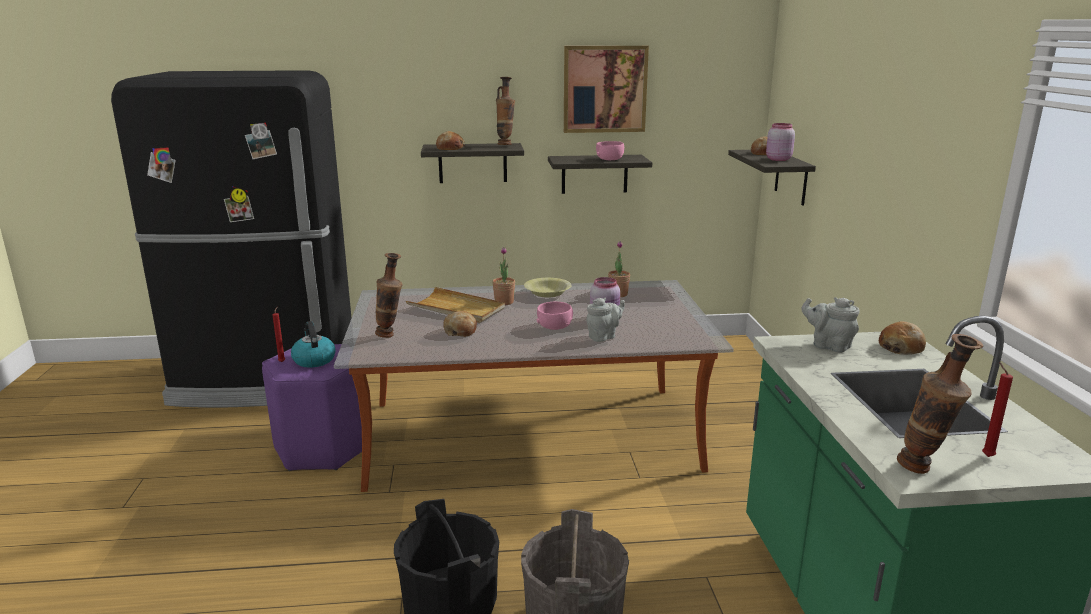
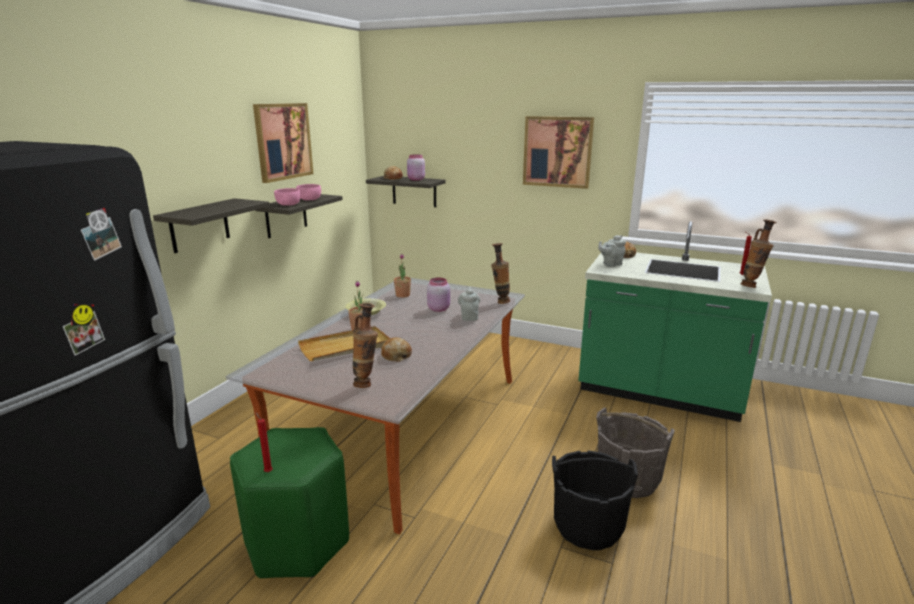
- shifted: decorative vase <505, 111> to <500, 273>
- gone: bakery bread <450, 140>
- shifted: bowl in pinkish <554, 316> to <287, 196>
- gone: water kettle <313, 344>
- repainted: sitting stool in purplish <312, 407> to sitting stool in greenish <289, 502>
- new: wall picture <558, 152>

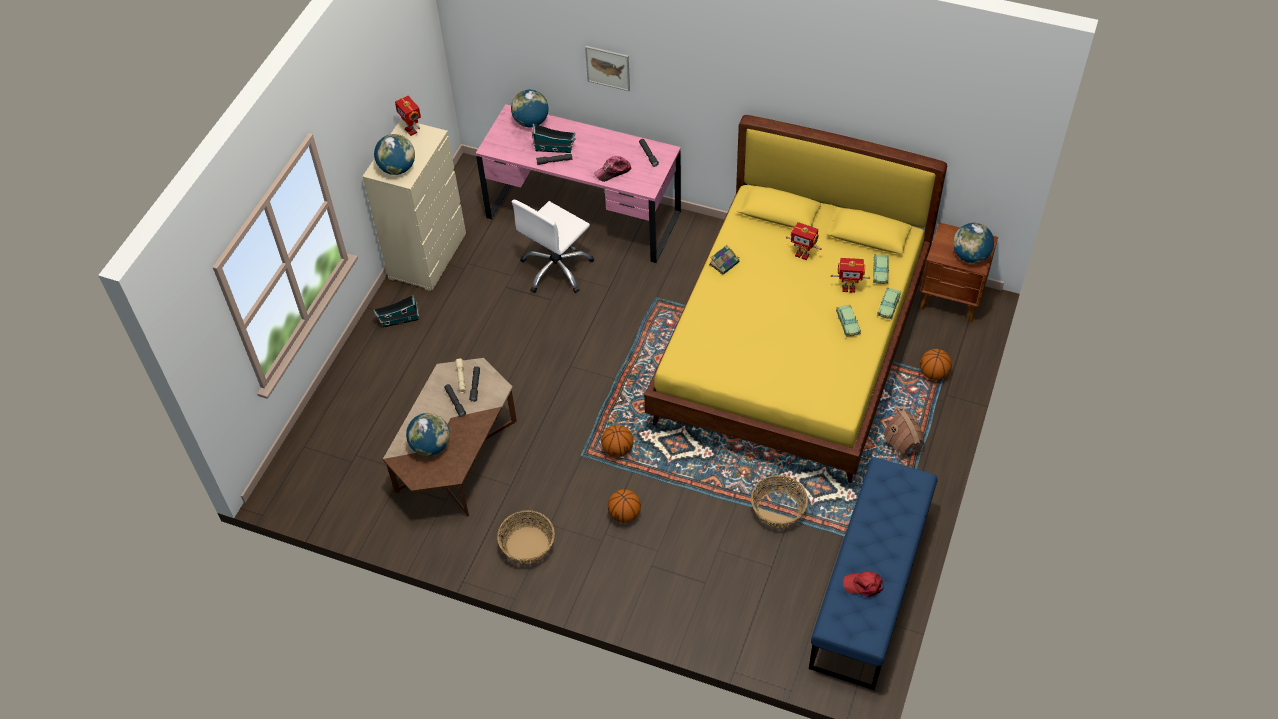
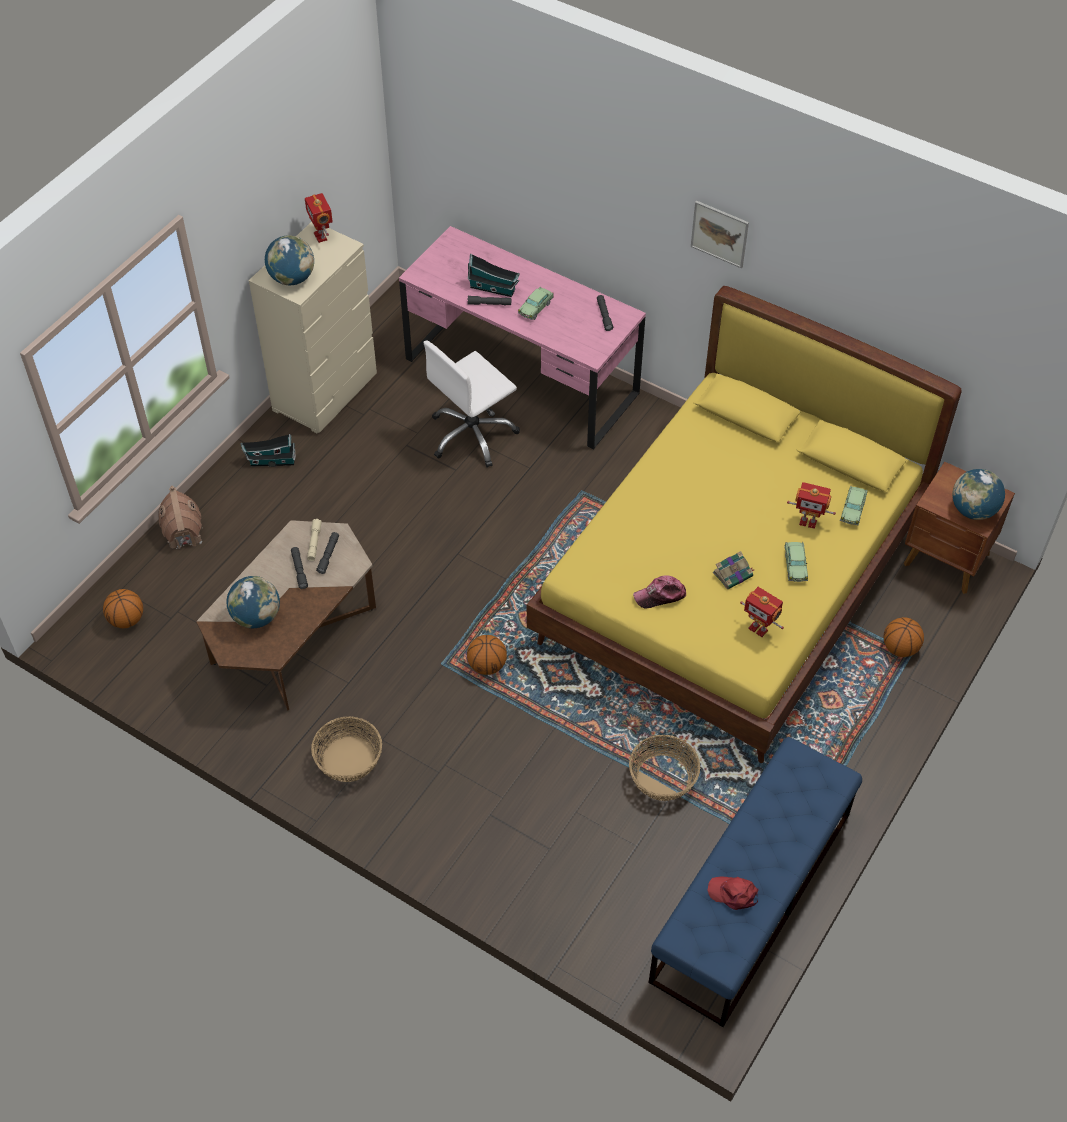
- shifted: wall picture <607, 68> to <720, 234>
- gone: world globe <529, 108>
- shifted: baseball cap <612, 169> to <659, 591>
- shifted: robot figure <804, 241> to <762, 612>
- shifted: volume <724, 260> to <733, 570>
- shifted: toy car <889, 303> to <536, 303>
- shifted: toy house <903, 432> to <180, 517>
- shifted: ball for basketball <624, 506> to <123, 608>

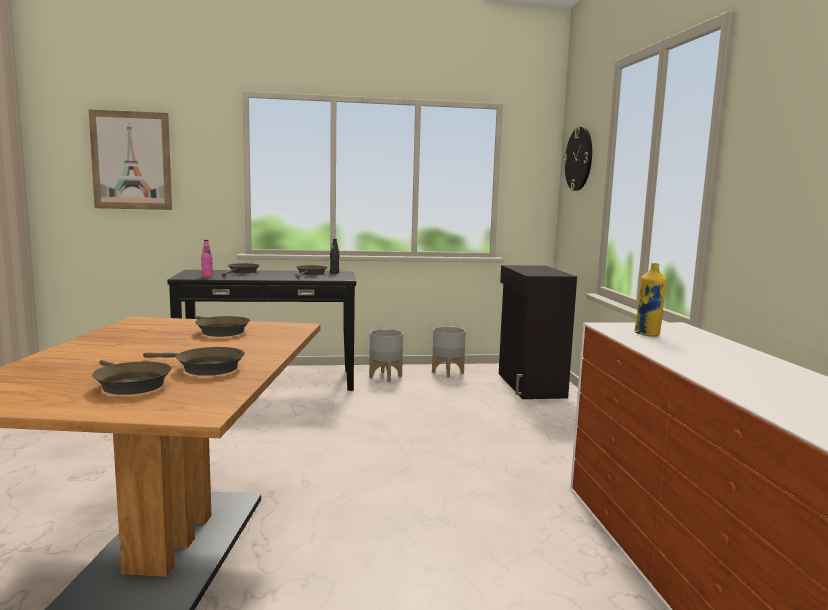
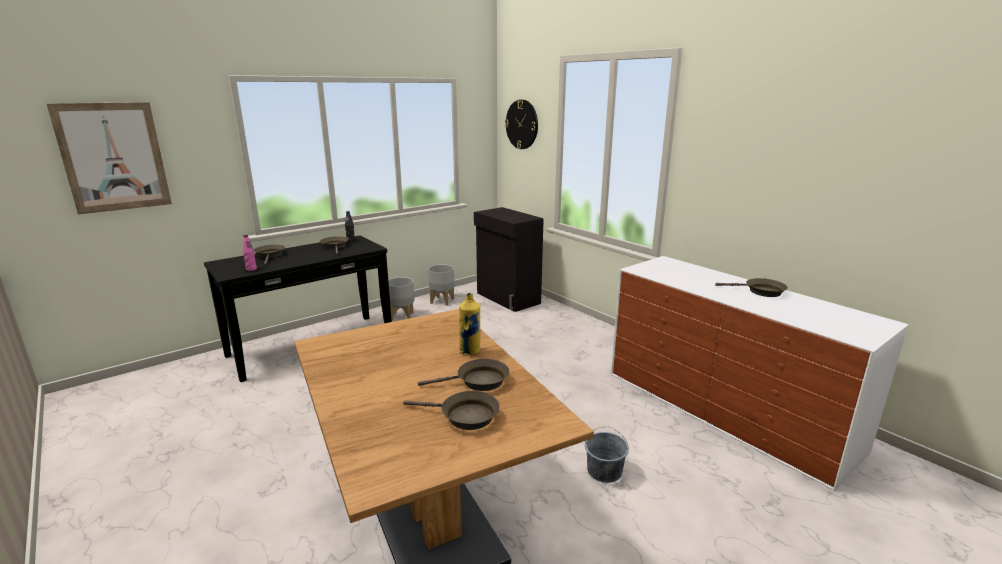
- shifted: bottle in yellowish <650, 300> to <469, 324>
- shifted: frying pan in brown-coloured <222, 326> to <751, 287>
- new: water bucket in greyish <607, 454>

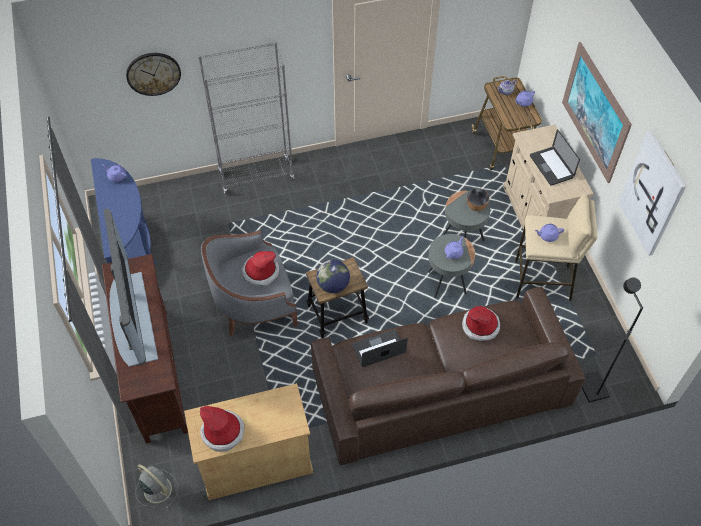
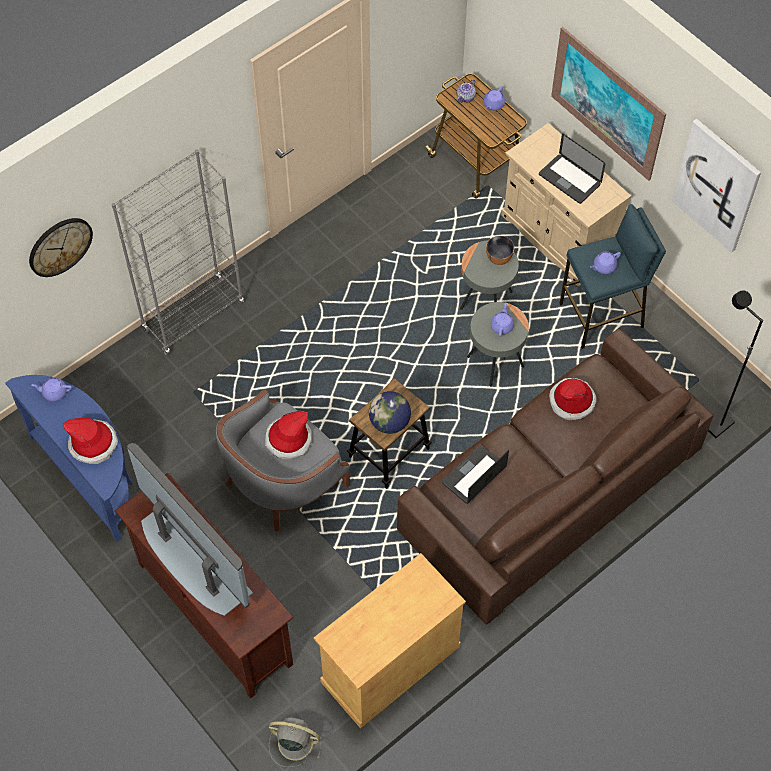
- repainted: sitting stool in sand-coloured <556, 247> to sitting stool in bluish <612, 276>
- shifted: wearable hat <222, 429> to <90, 441>

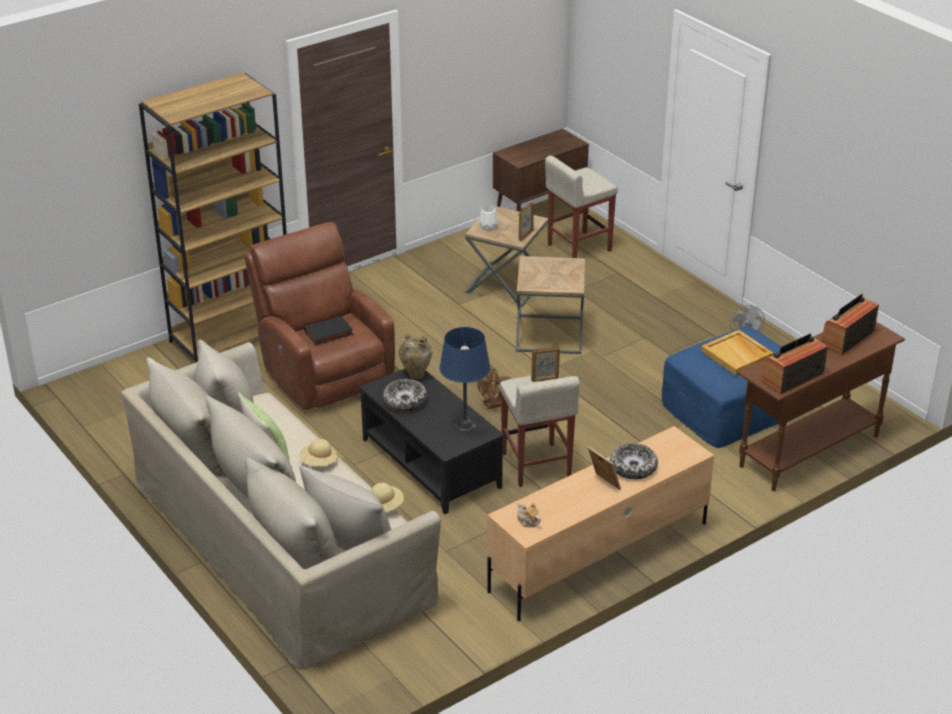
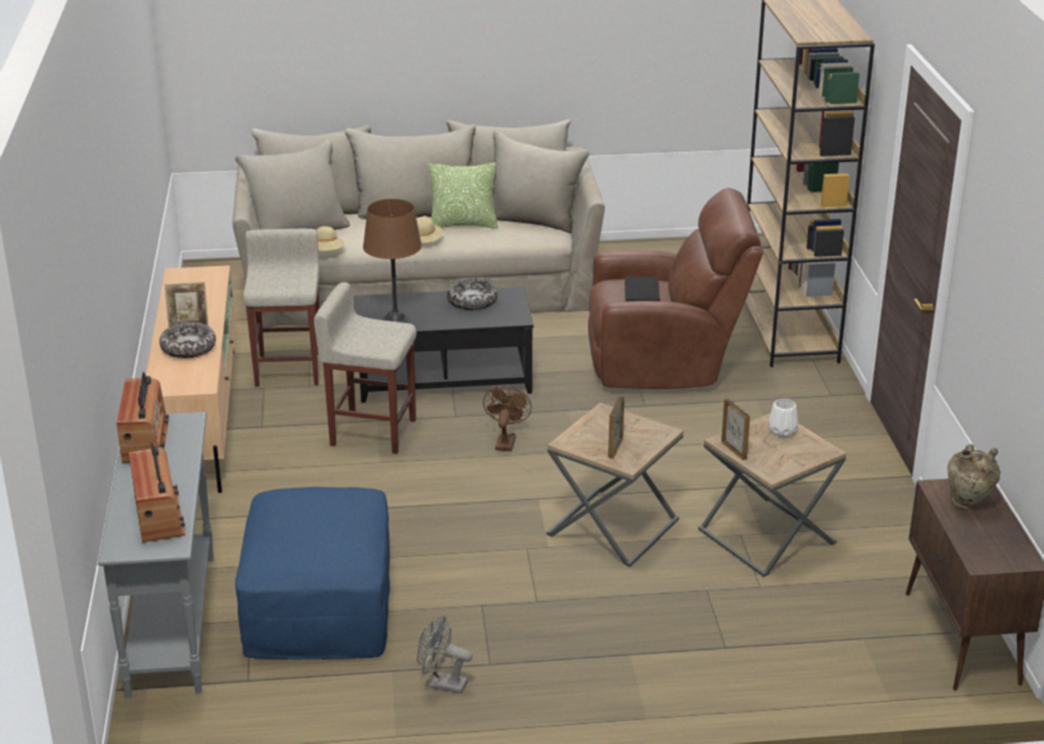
- shifted: sitting stool in sand-coloured <581, 206> to <281, 308>
- repainted: narrow table in brown-coloured <821, 406> to narrow table in greyish <156, 555>
- repainted: lamp for a table in bluish <464, 379> to lamp for a table in brown-coloured <392, 261>
- gone: serving tray in sand-coloured <737, 352>
- shifted: decorative vase in sand-coloured <416, 356> to <973, 477>
- shifted: standing frame <545, 364> to <616, 428>
- gone: teapot <529, 515>

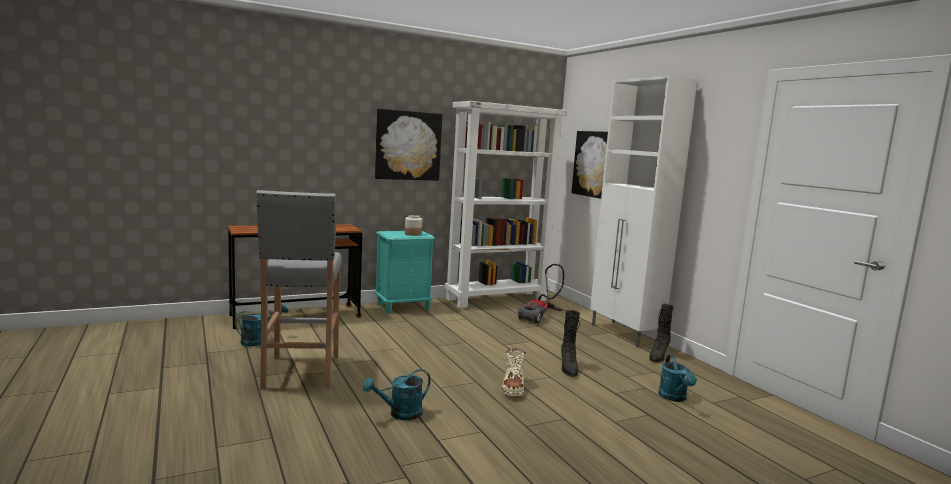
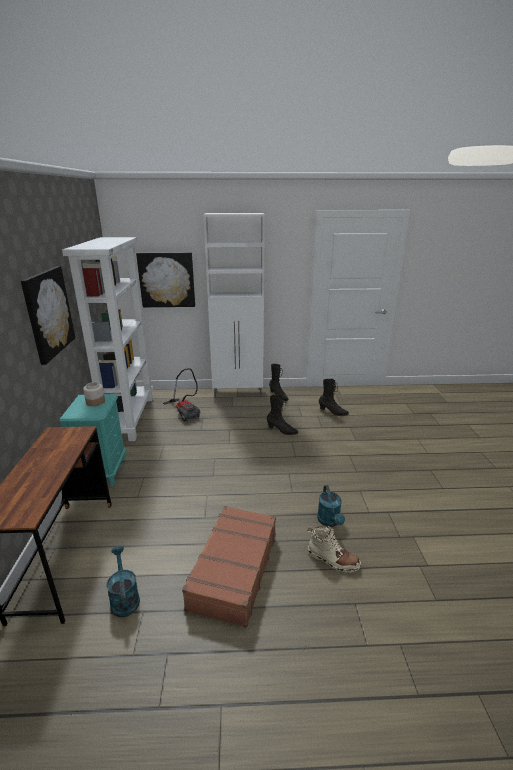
- swapped: sitting stool in greyish <299, 290> to suitcase in brown-coloured <229, 567>
- shifted: tall boot in sand-coloured <514, 372> to <334, 549>
- swapped: sprinkling can in turquoise <677, 378> to tall boot in blackish <334, 397>

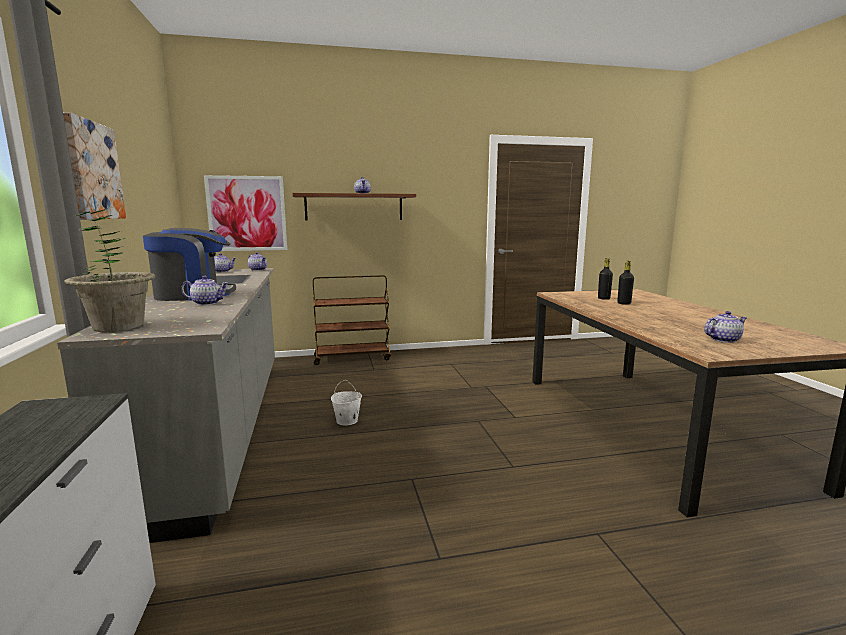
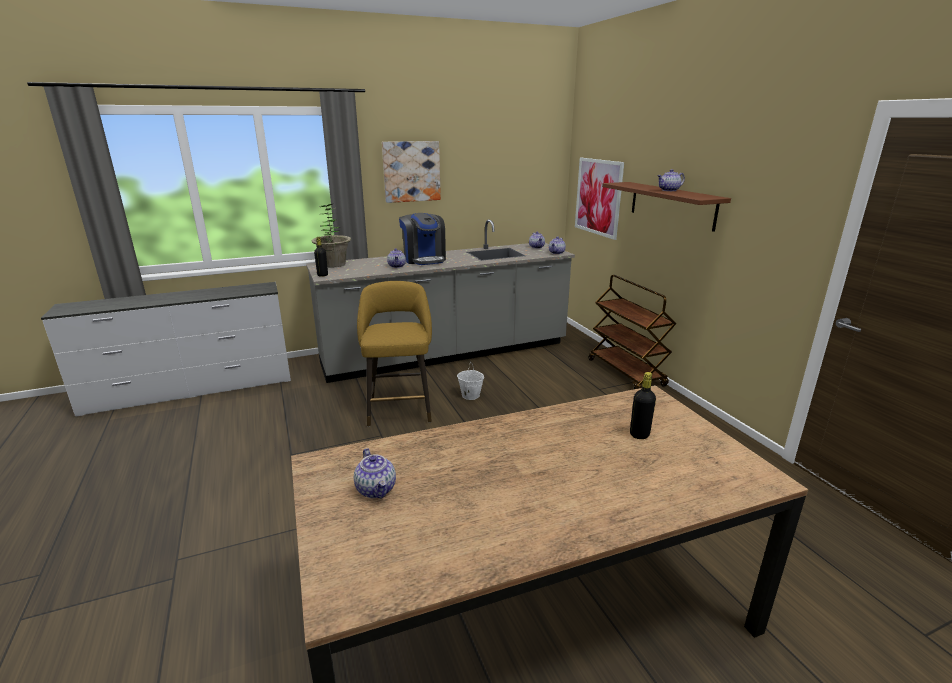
- shifted: bottle in blackish <625, 283> to <321, 257>
- new: sitting stool in yellowish <394, 354>

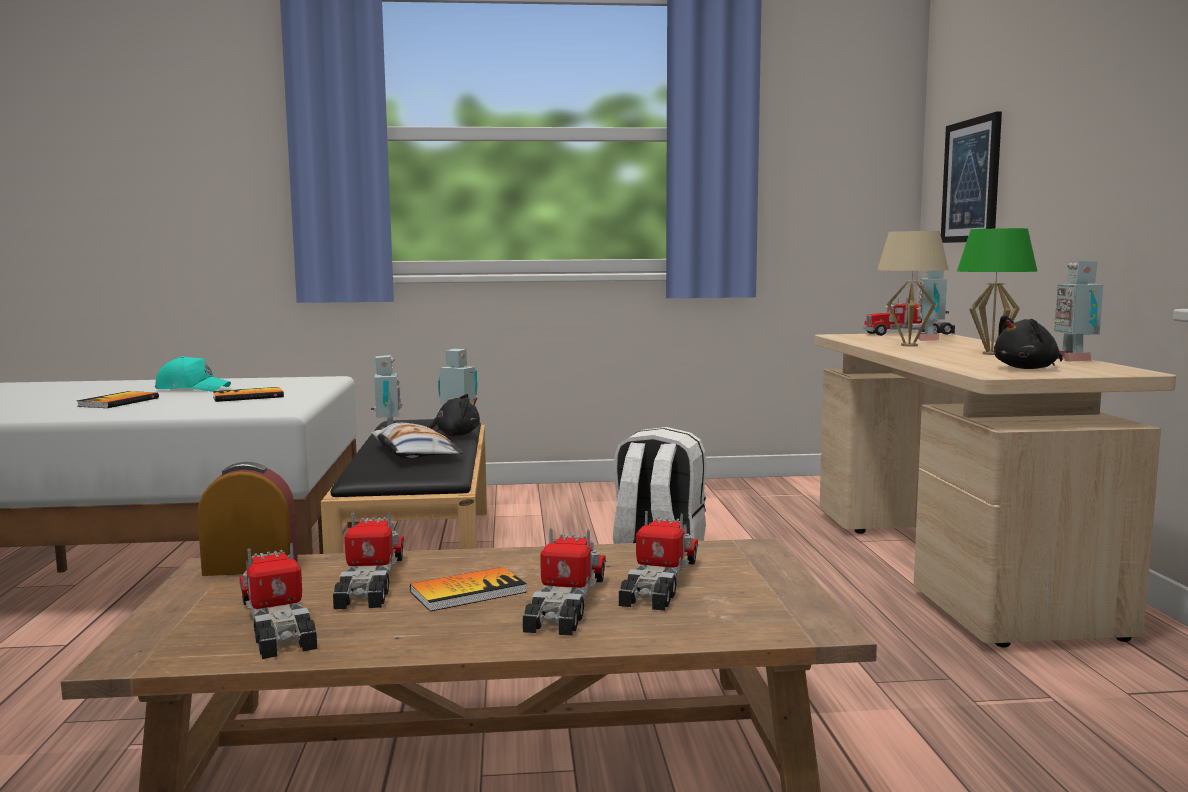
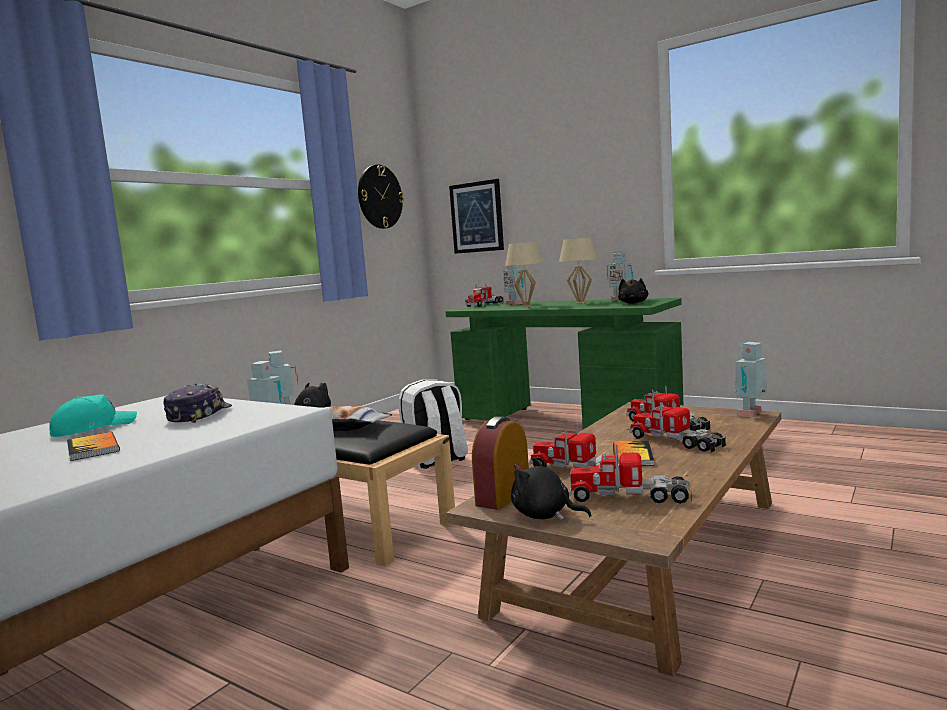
- repainted: lamp for a table in greenish <997, 291> to lamp for a table in sand-coloured <578, 271>
- repainted: desk in sand-coloured <995, 490> to desk in greenish <564, 363>
- swapped: volume <248, 394> to baseball cap <197, 403>
- new: clock on the wall <381, 196>
- new: robot figure <750, 379>
- new: cuddly toy in blackish <551, 488>

